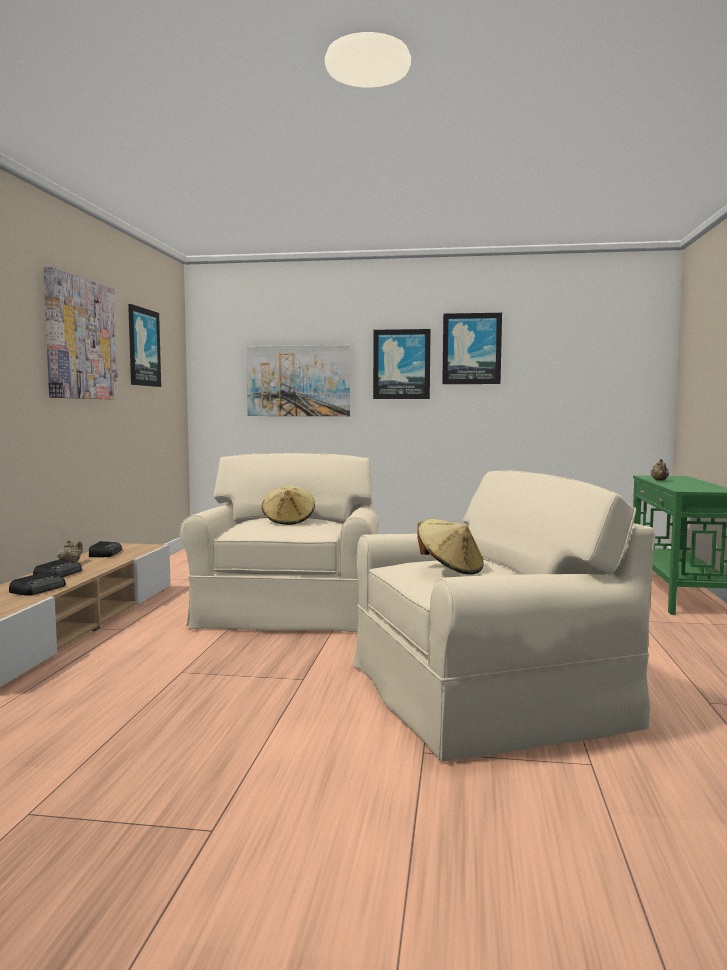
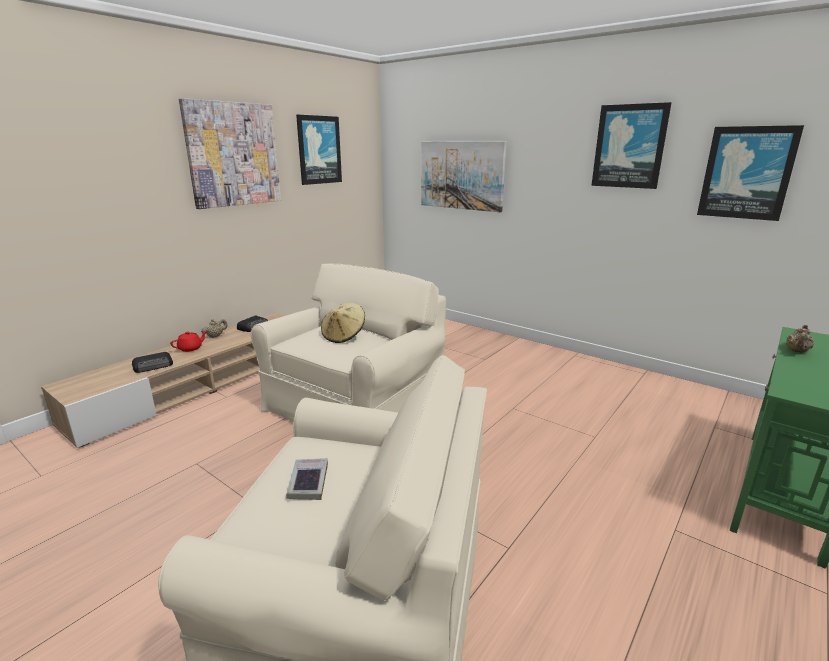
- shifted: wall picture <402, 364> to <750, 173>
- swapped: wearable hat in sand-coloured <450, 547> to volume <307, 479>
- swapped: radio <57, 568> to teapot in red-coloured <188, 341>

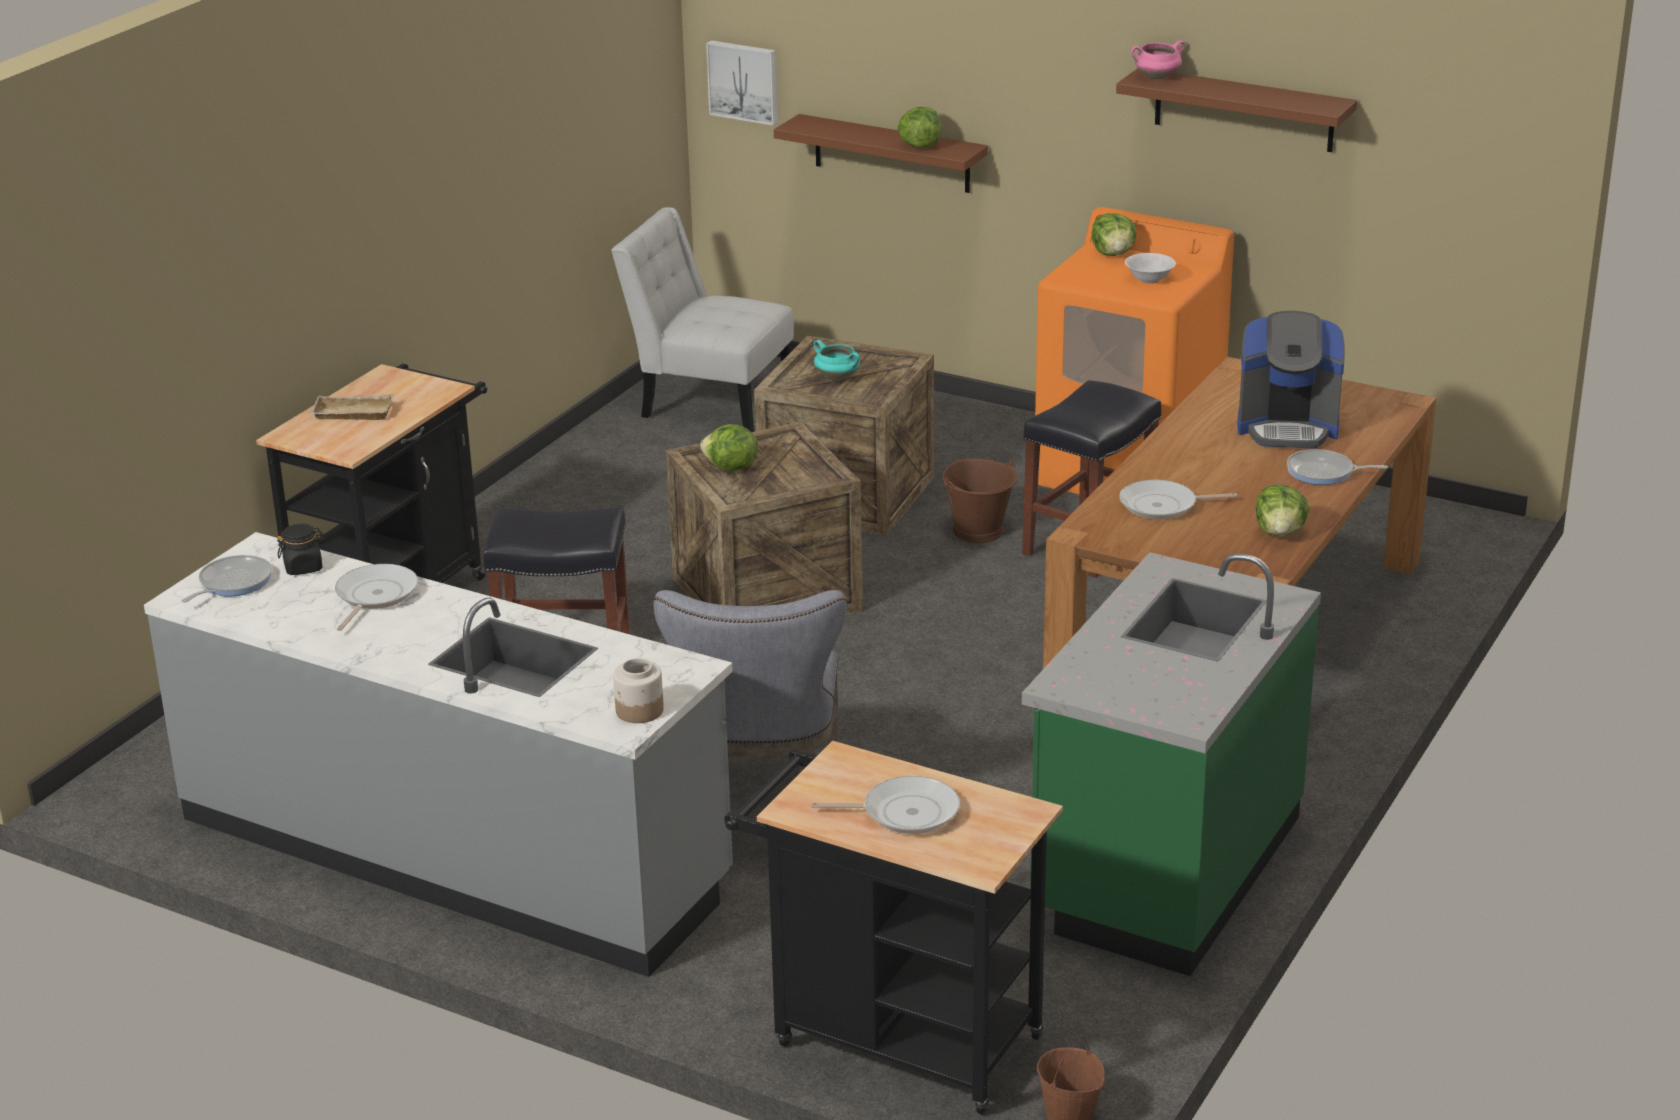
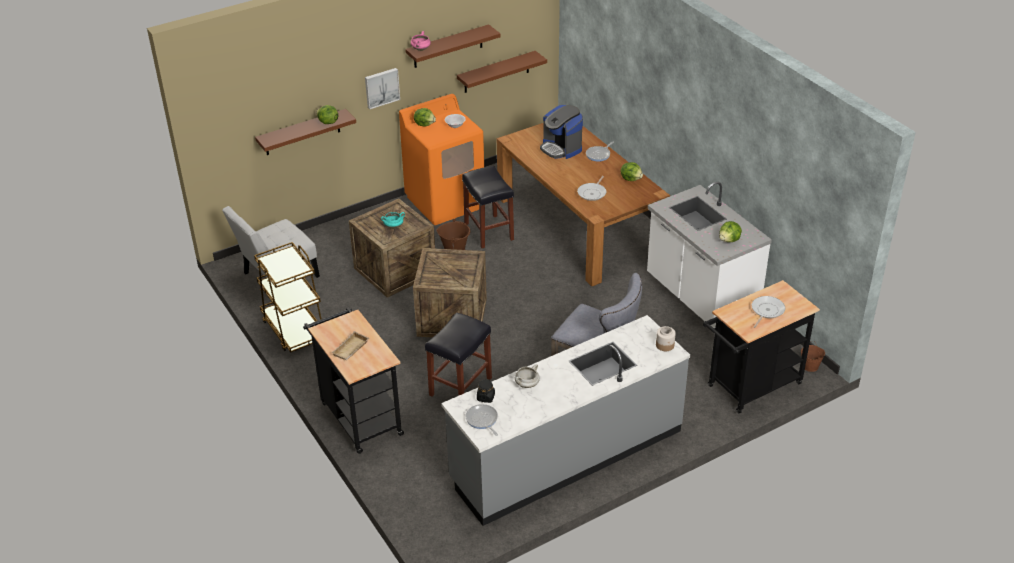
- shifted: wall picture <742, 83> to <382, 88>
- rotated: coffee machine <1291, 379> = <561, 132> 105 degrees clockwise
- shifted: head of lettuce <729, 447> to <730, 231>
- repainted: kitchen counter in greenish <1171, 764> to kitchen counter in whitish <709, 255>
- swapped: frying pan <376, 597> to saucepot in whitish <527, 376>
- new: shelf in brown-coloured <502, 72>
- new: wheeled cart in brown-coloured <288, 297>

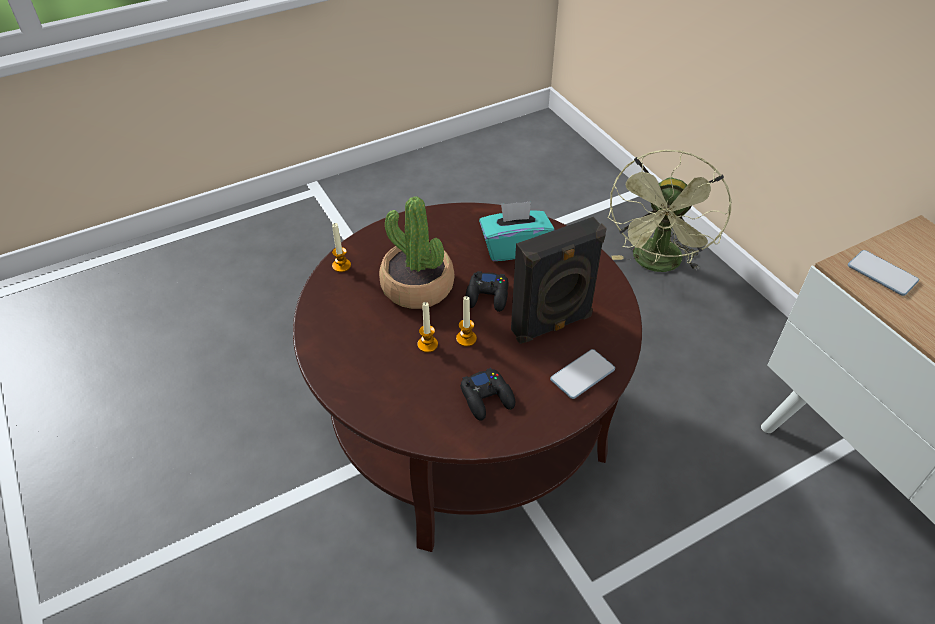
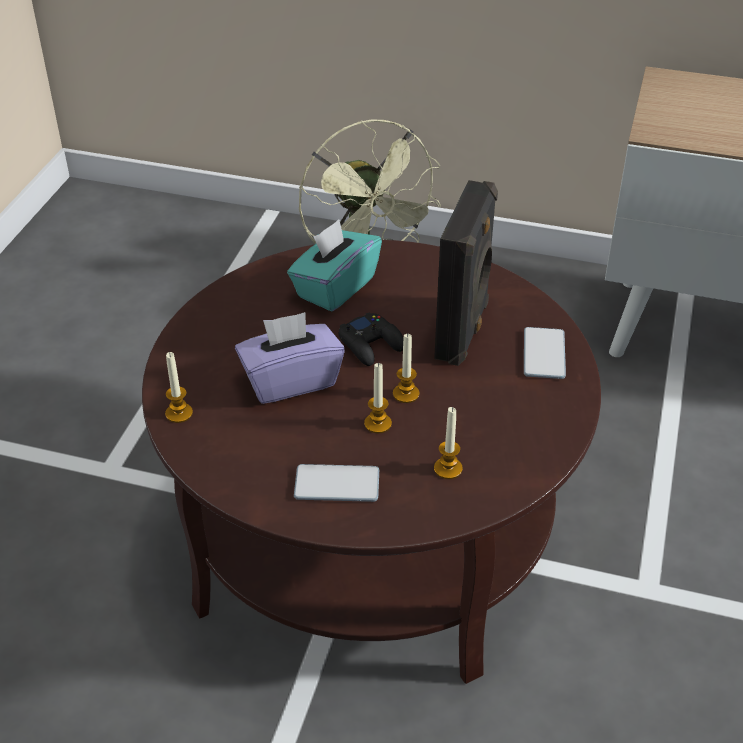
- swapped: houseplant <417, 252> to box of tissues in purplish <290, 358>
- shifted: phone <883, 273> to <336, 483>
- gone: gamepad in blackish <487, 394>
- new: candle <448, 443>

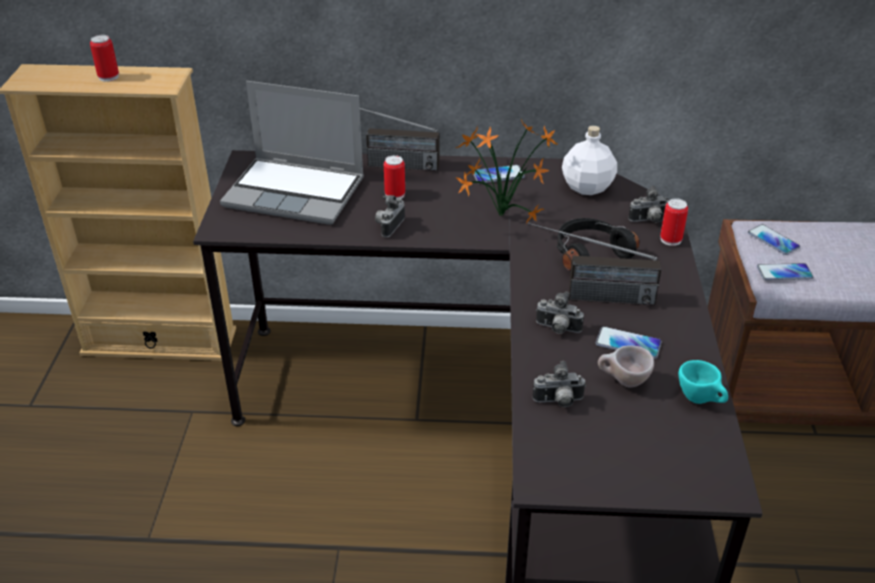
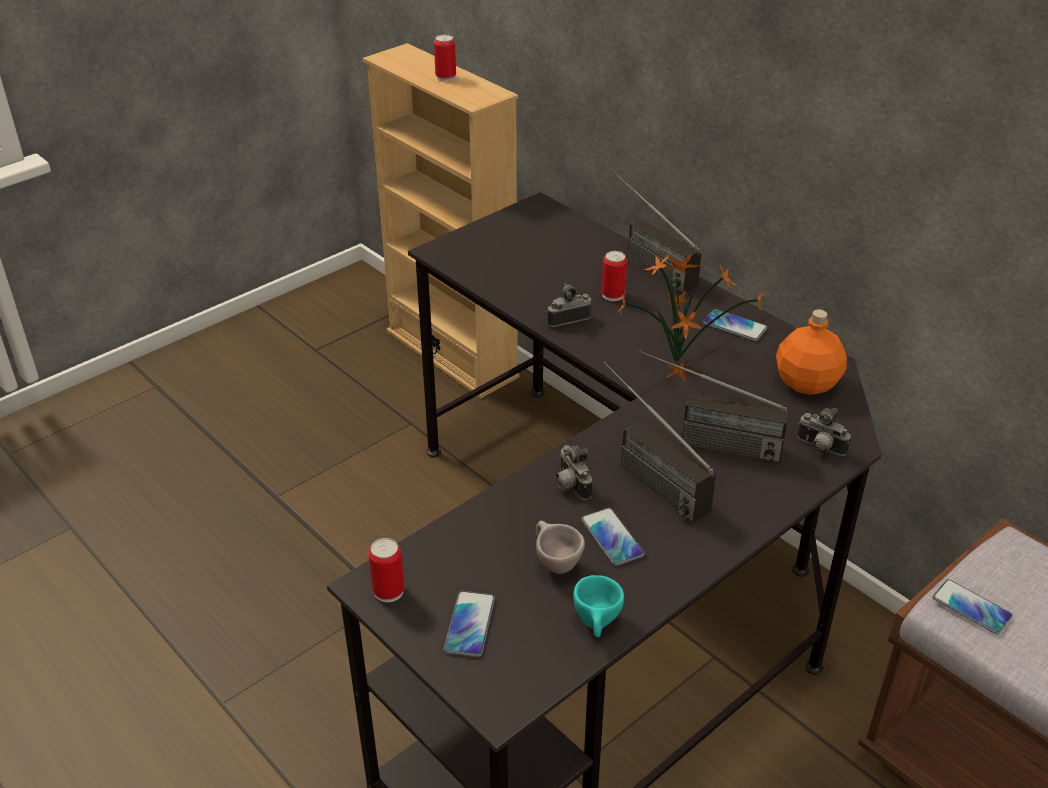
- gone: laptop <292, 153>
- repainted: bottle in whitish <589, 160> to bottle in orangey <811, 352>
- shifted: metal can <674, 222> to <386, 570>
- swapped: pair of headphones in blackish <598, 244> to radio <714, 407>
- shifted: phone <774, 239> to <469, 624>
- gone: photo camera <559, 384>

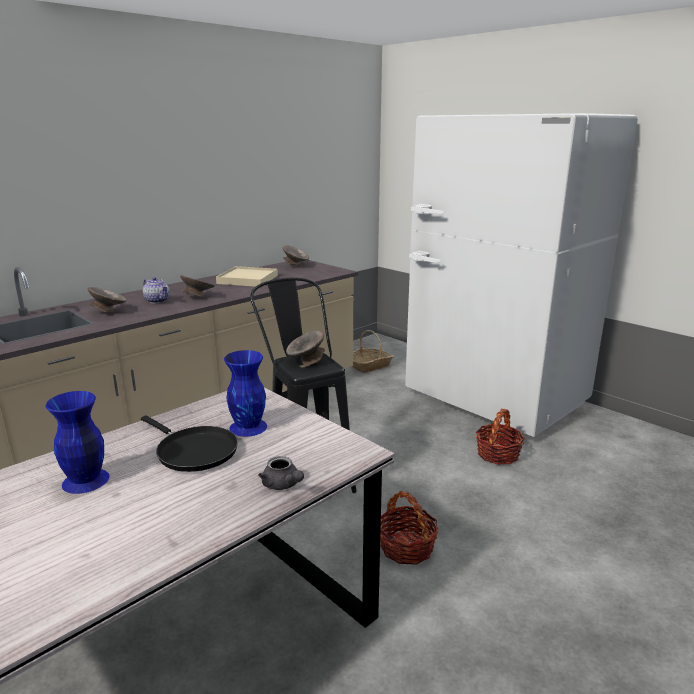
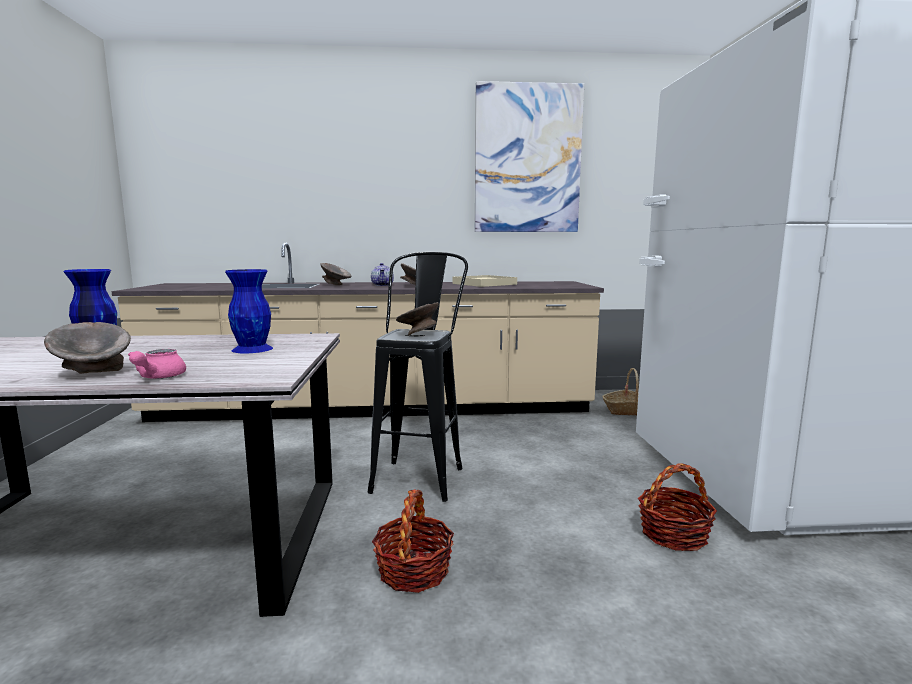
- shifted: bowl in greyish <296, 256> to <87, 348>
- gone: frying pan in blackish <189, 443>
- repainted: teapot in greyish <281, 473> to teapot in pinkish <157, 364>
- new: wall picture <529, 156>

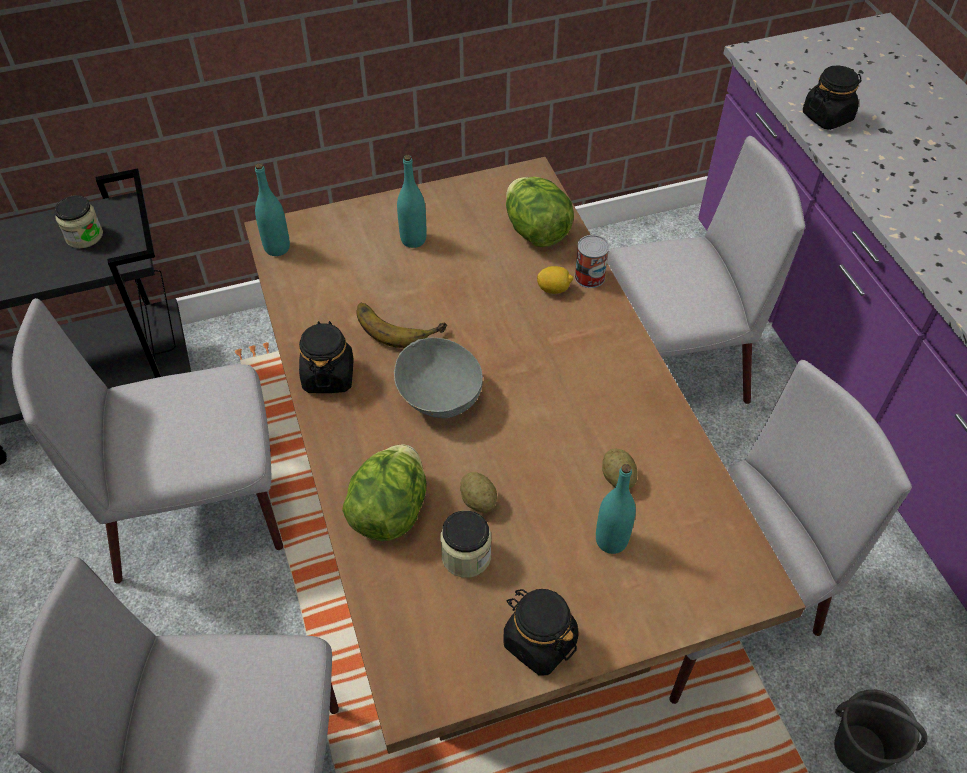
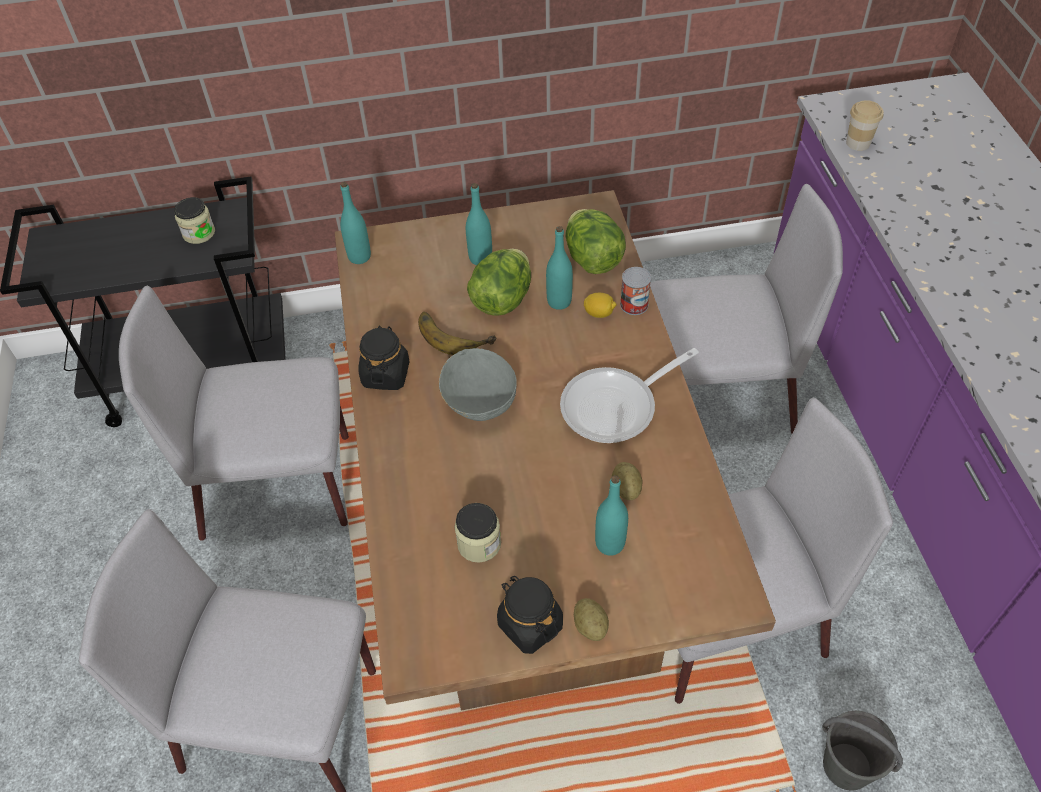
- gone: preserve jar in blackish <832, 97>
- shifted: head of lettuce <384, 492> to <499, 282>
- shifted: whole potato <478, 492> to <591, 619>
- new: small cup <865, 125>
- new: bottle in turquoise <559, 268>
- new: frying pan <629, 395>

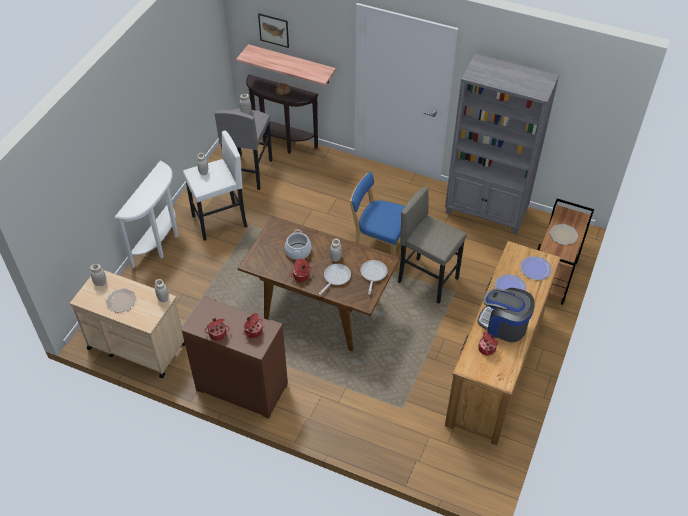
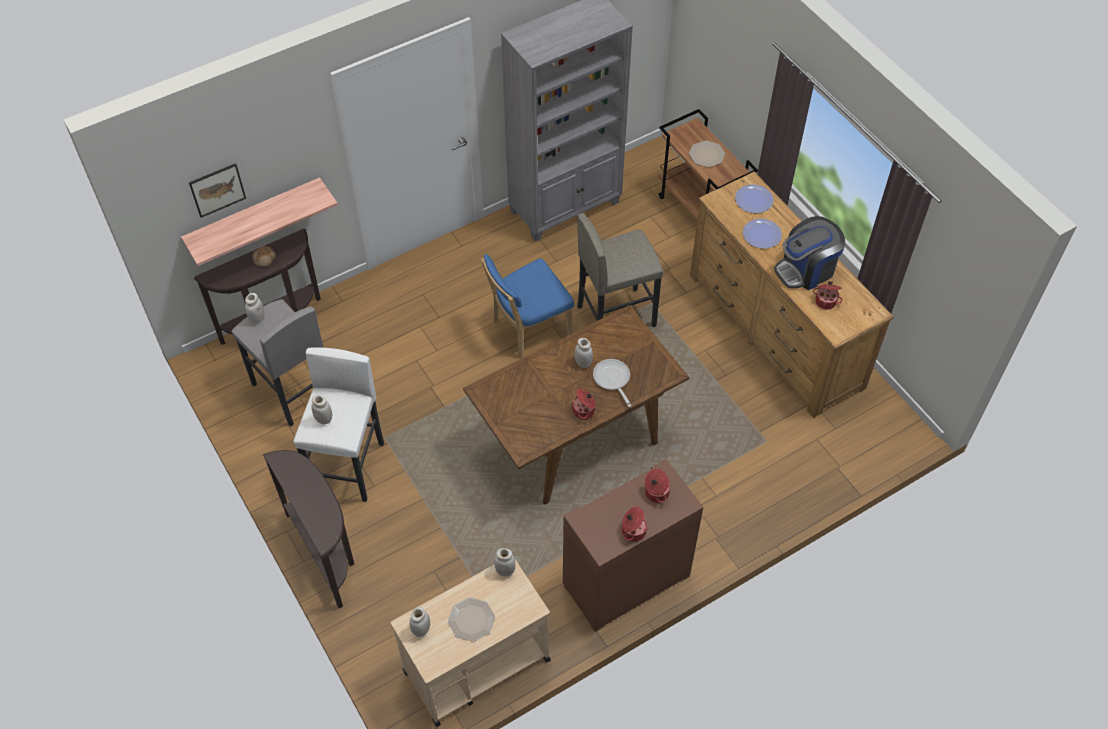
- repainted: narrow table in whitish <147, 215> to narrow table in brown-coloured <308, 529>
- gone: saucepot <298, 244>
- gone: frying pan <373, 277>

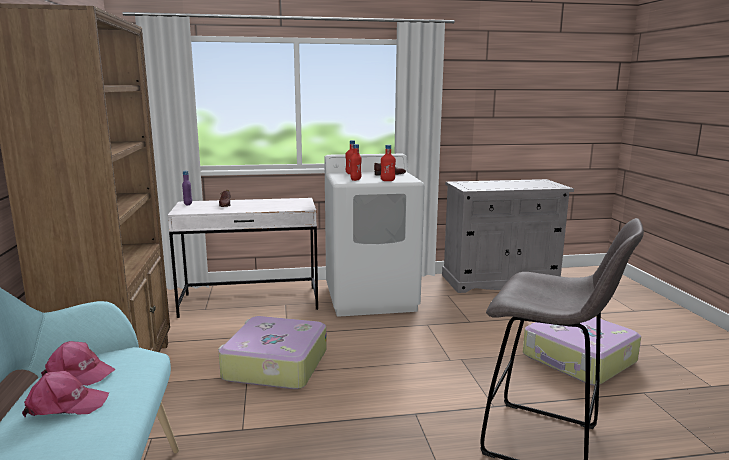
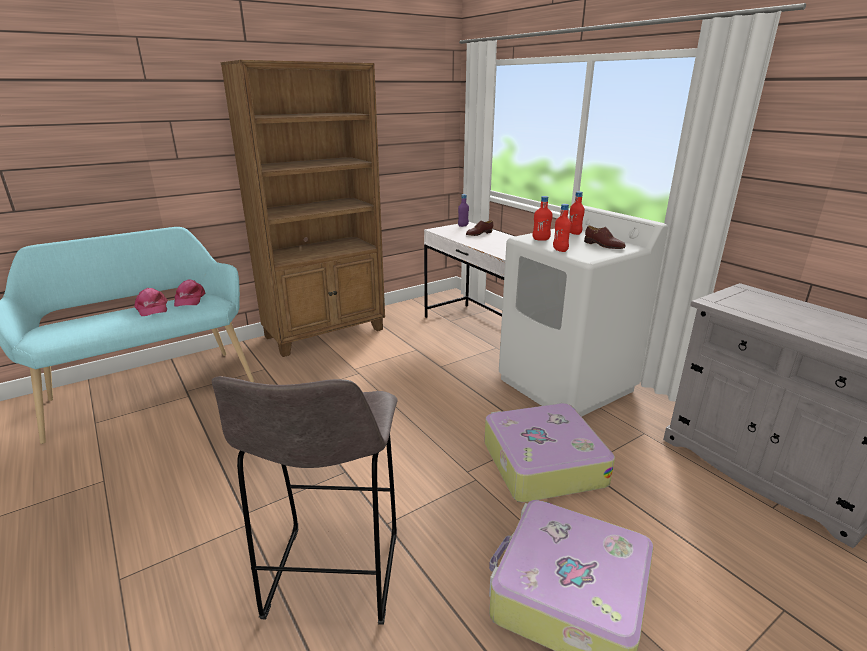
- shifted: suitcase <272, 352> to <549, 452>

